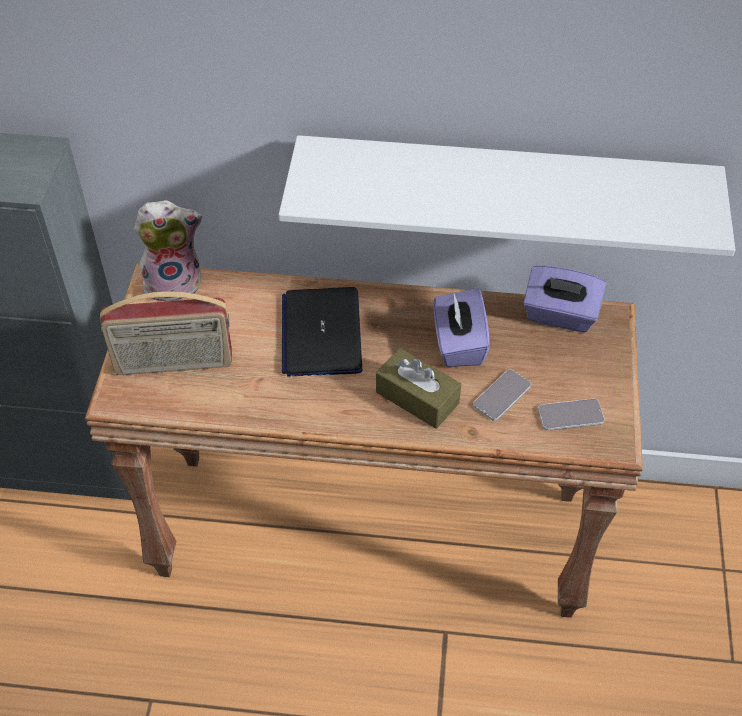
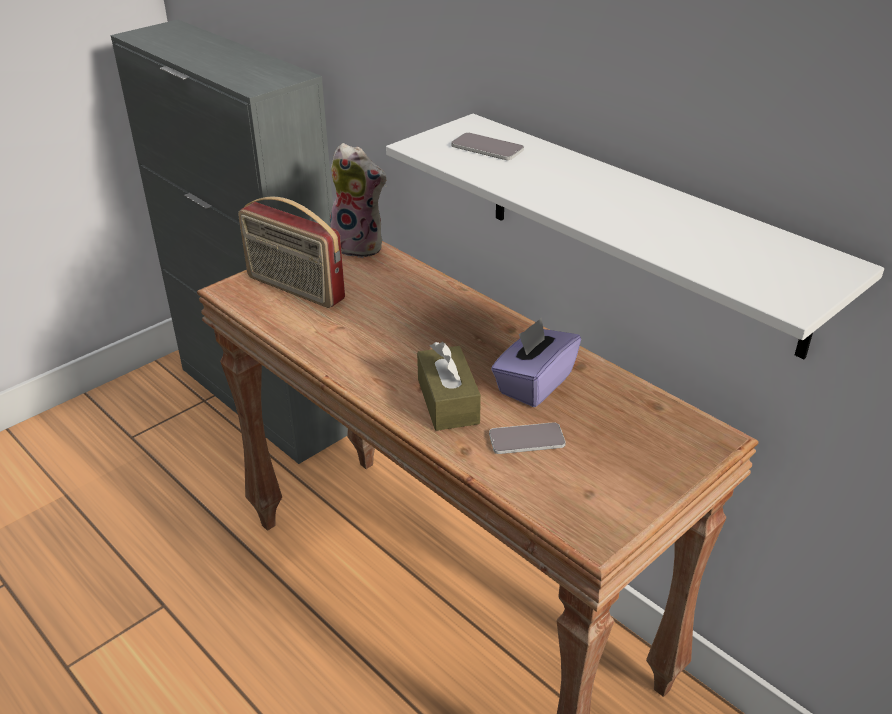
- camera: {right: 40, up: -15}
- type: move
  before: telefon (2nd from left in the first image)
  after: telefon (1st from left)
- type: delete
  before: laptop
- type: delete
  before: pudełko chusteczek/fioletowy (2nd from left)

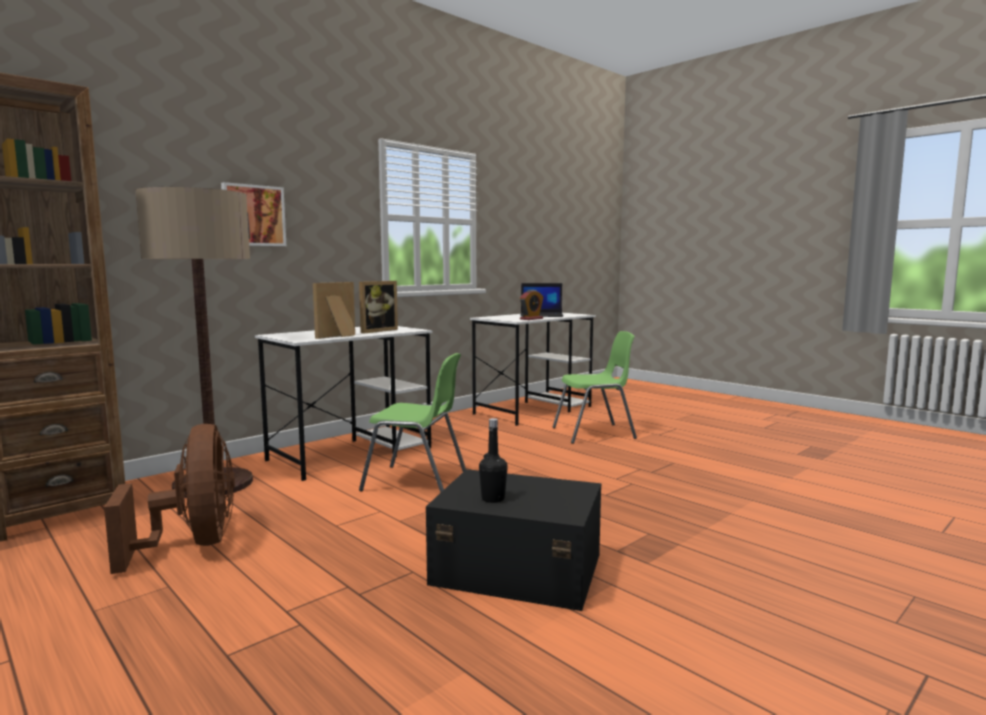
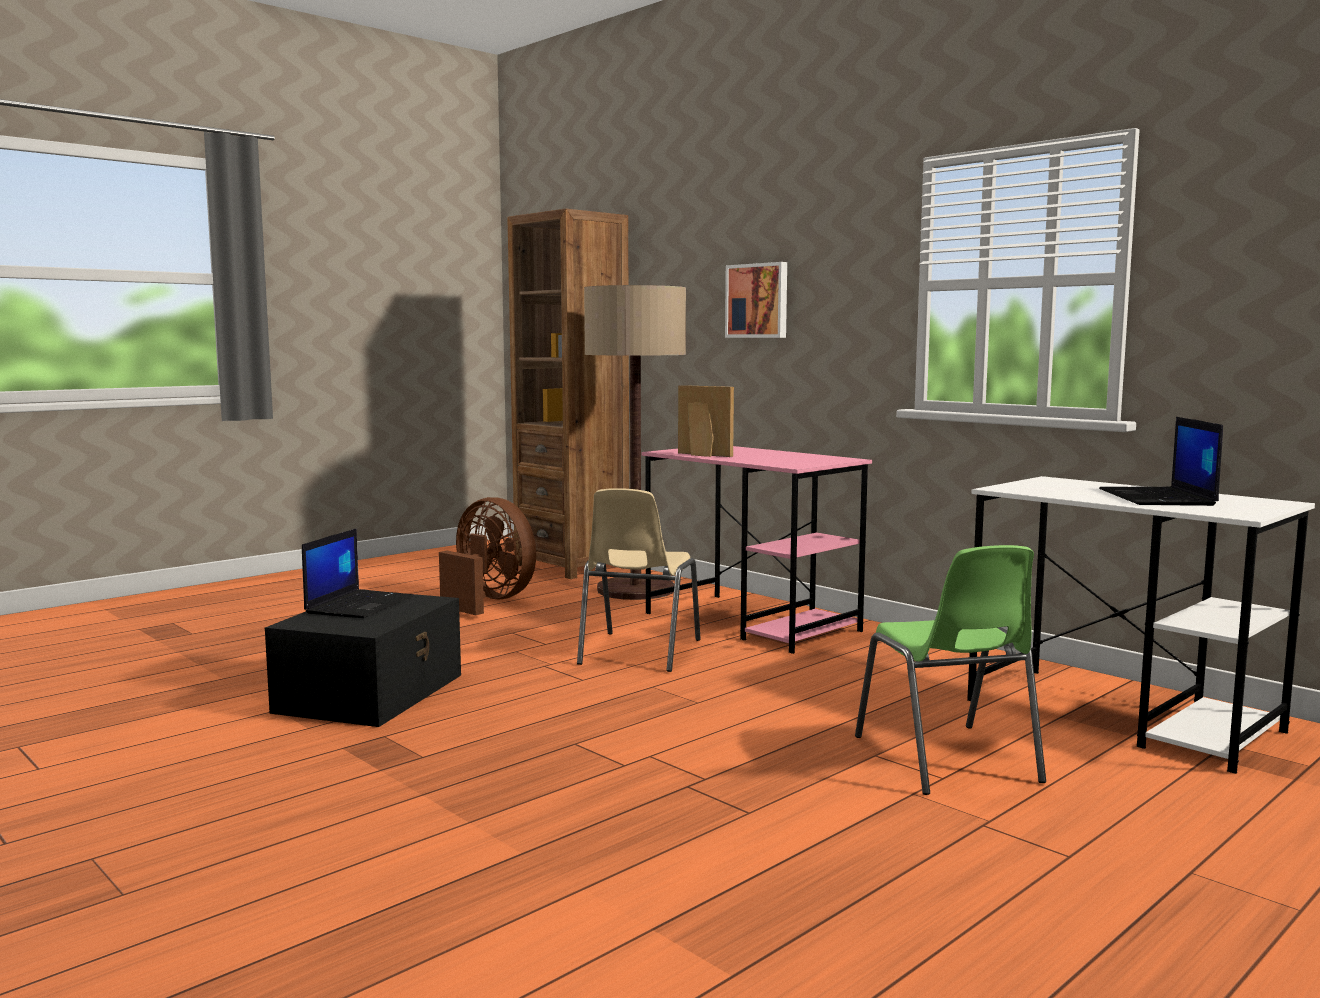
- camera: {right: 90, up: 0}
- type: replace
  before: butelka/czarny
  after: laptop (1st from left)
- type: rotate
  before: wentylator/brązowy
  turn: -120
- type: recolor
  before: krzesło/zielony (1st from left)
  after: krzesło/beżowy
- type: recolor
  before: biurko/biały (1st from left)
  after: biurko/różowy
- type: delete
  before: ramka na zdjęcie (2nd from left)
- type: delete
  before: budzik

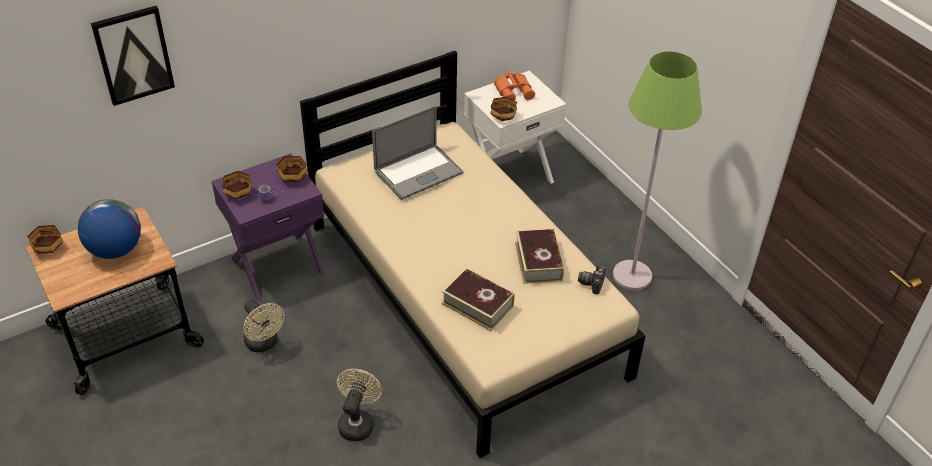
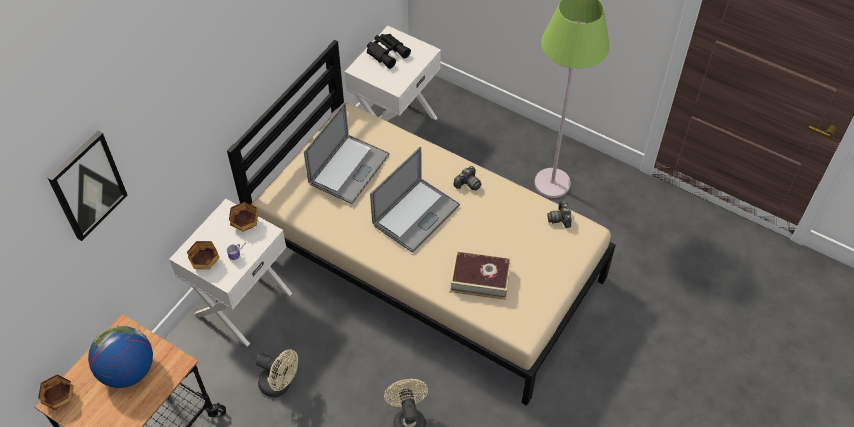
- camera: {right: -25, up: 10}
- type: recolor
  before: szafka nocna/fioletowy
  after: szafka nocna/biały (1st from left)
- type: recolor
  before: lornetka/pomarańczowy
  after: lornetka/czarny
- type: insert
  after: laptop (2nd from left)
- type: insert
  after: aparat fotograficzny (1st from left)
- type: delete
  before: miska (4th from left)
- type: delete
  before: książka (2nd from left)

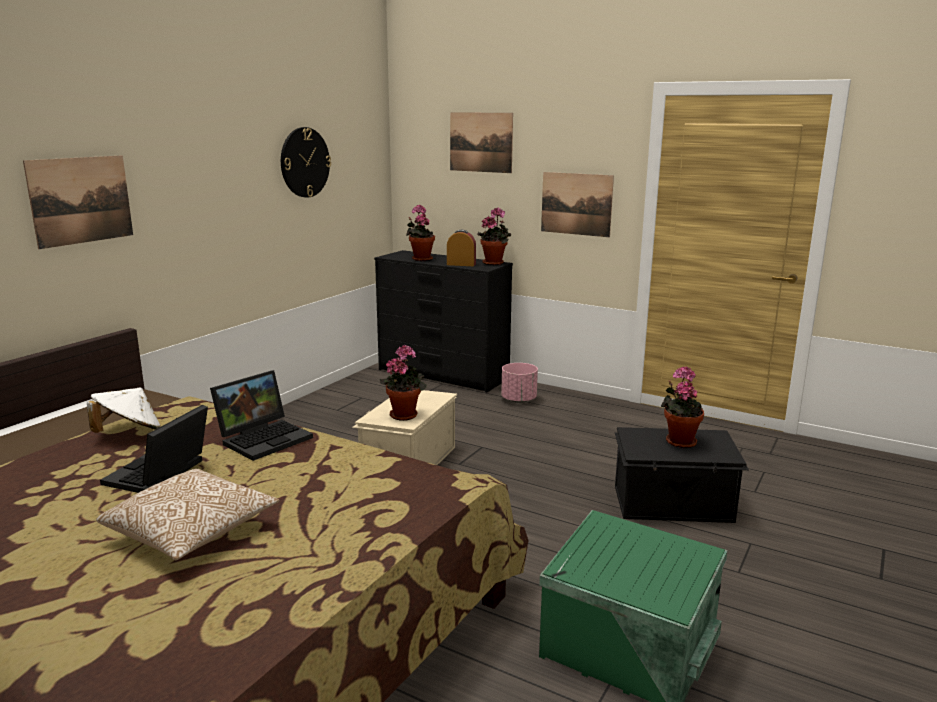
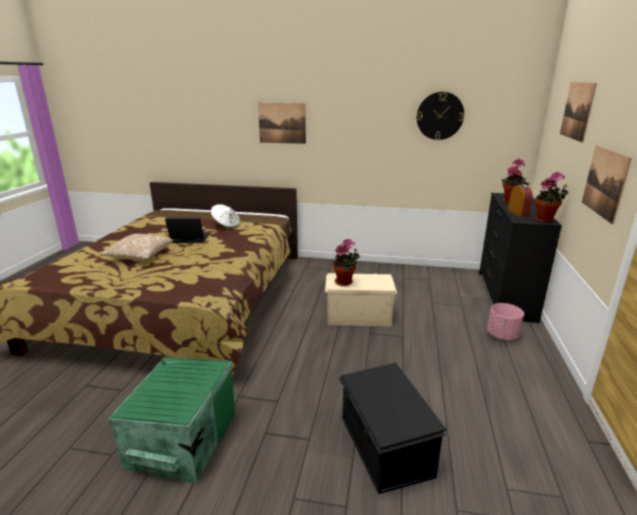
- camera: {right: 70, up: 5}
- type: delete
  before: laptop (2nd from left)
- type: delete
  before: roślina doniczkowa (4th from left)

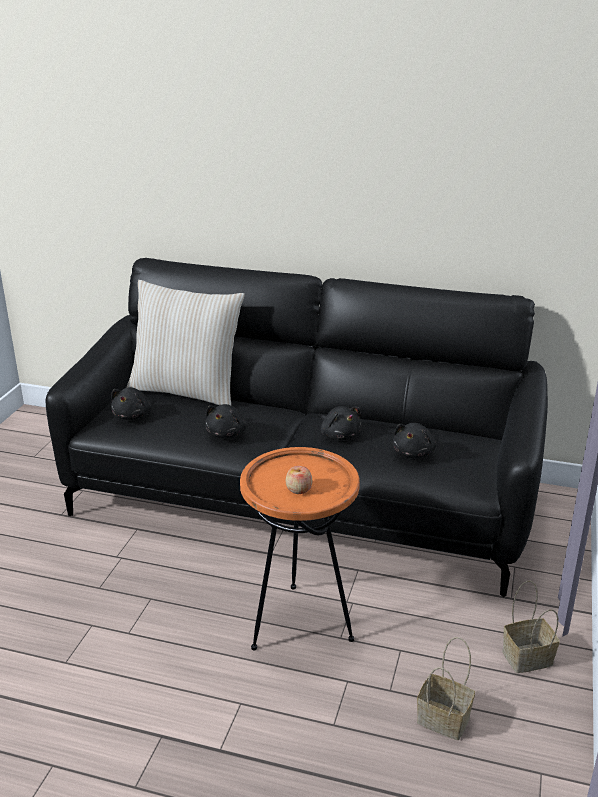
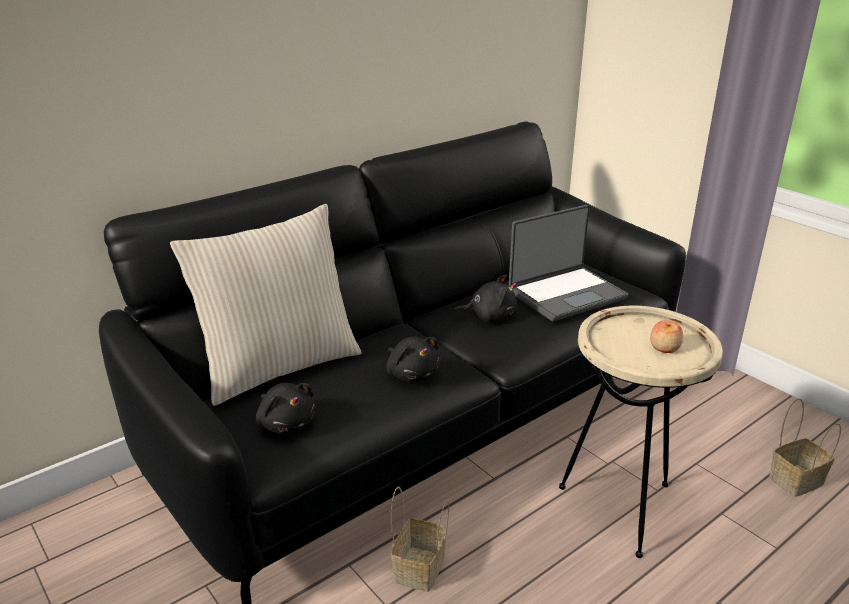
- camera: {right: -55, up: 0}
- type: move
  before: koszyk (2nd from left in the first image)
  after: koszyk (1st from left)
- type: replace
  before: pluszak/czarny (4th from left)
  after: laptop
- type: recolor
  before: stolik/pomarańczowy
  after: stolik/beżowy

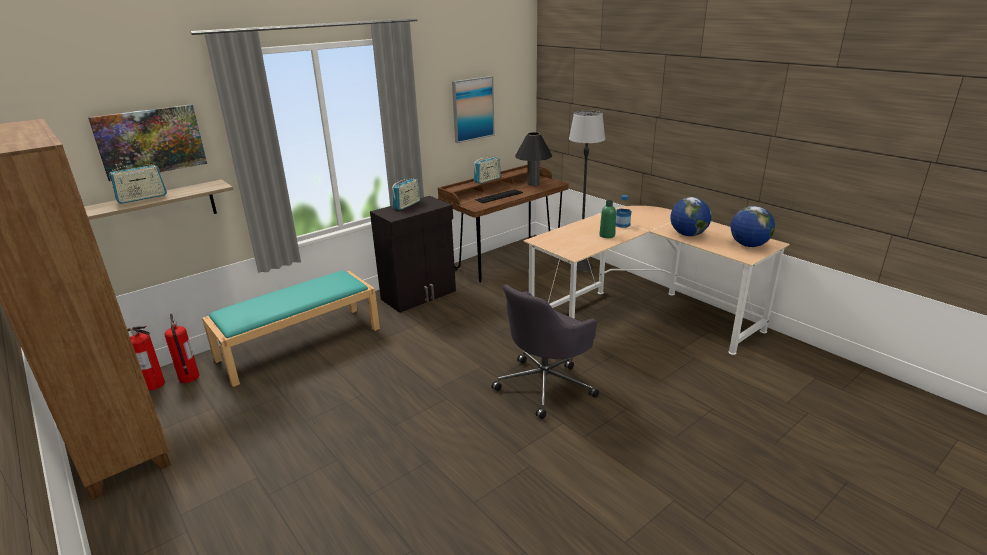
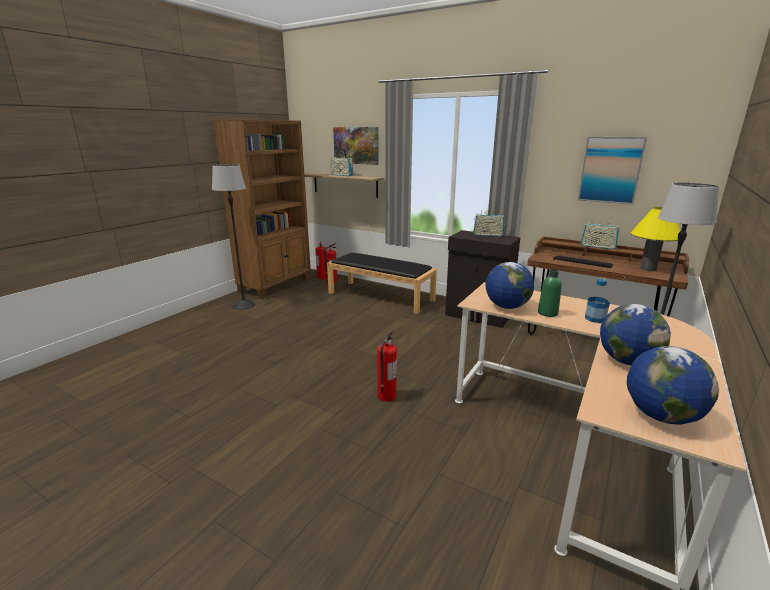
- camera: {right: 70, up: -5}
- type: insert
  after: lampa stojąca (1st from left)
- type: recolor
  before: ławka/turkusowy
  after: ławka/czarny
- type: replace
  before: krzesło biurowe/szary
  after: gaśnica (3rd from left)
- type: insert
  after: globus (1st from left)
- type: recolor
  before: lampa stołowa/czarny
  after: lampa stołowa/żółty

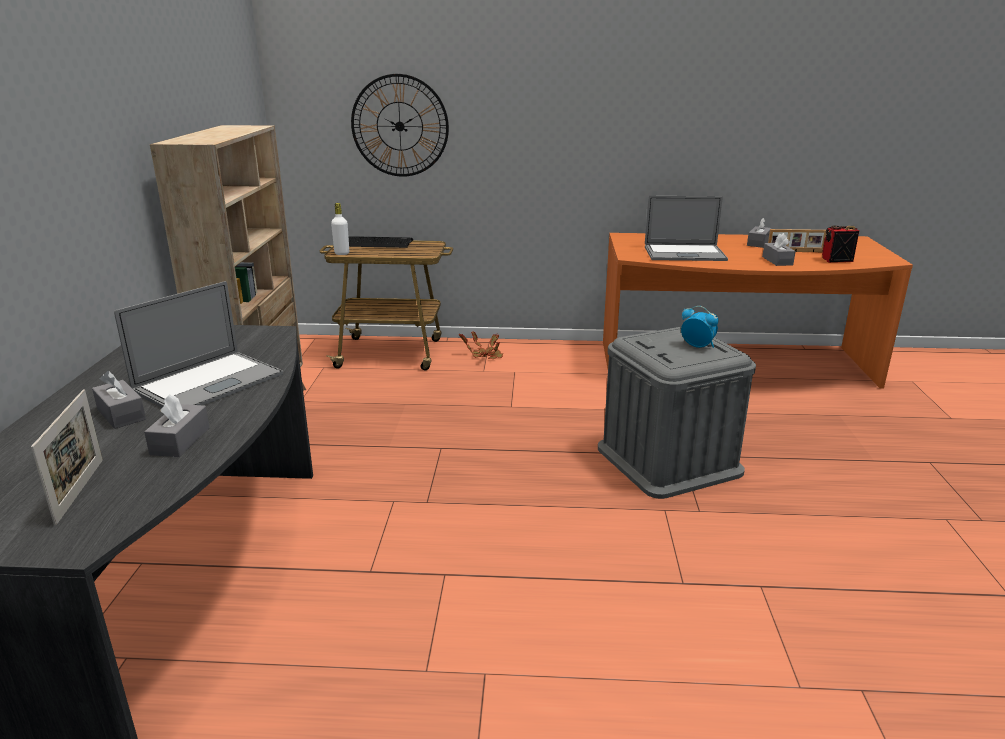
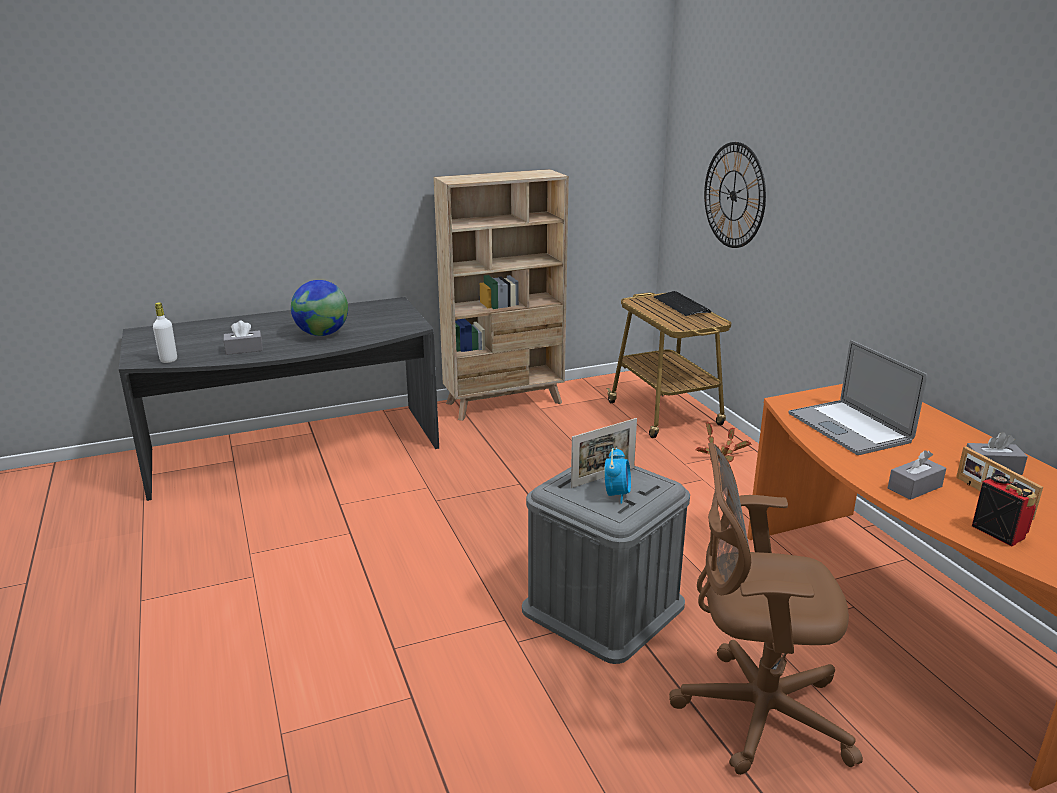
- camera: {right: 65, up: 0}
- type: move
  before: butelka/biały
- type: replace
  before: laptop (1st from left)
  after: globus
- type: move
  before: ramka na zdjęcie (1st from left)
- type: insert
  after: krzesło biurowe/brązowy
- type: delete
  before: pudełko chusteczek/szary (1st from left)

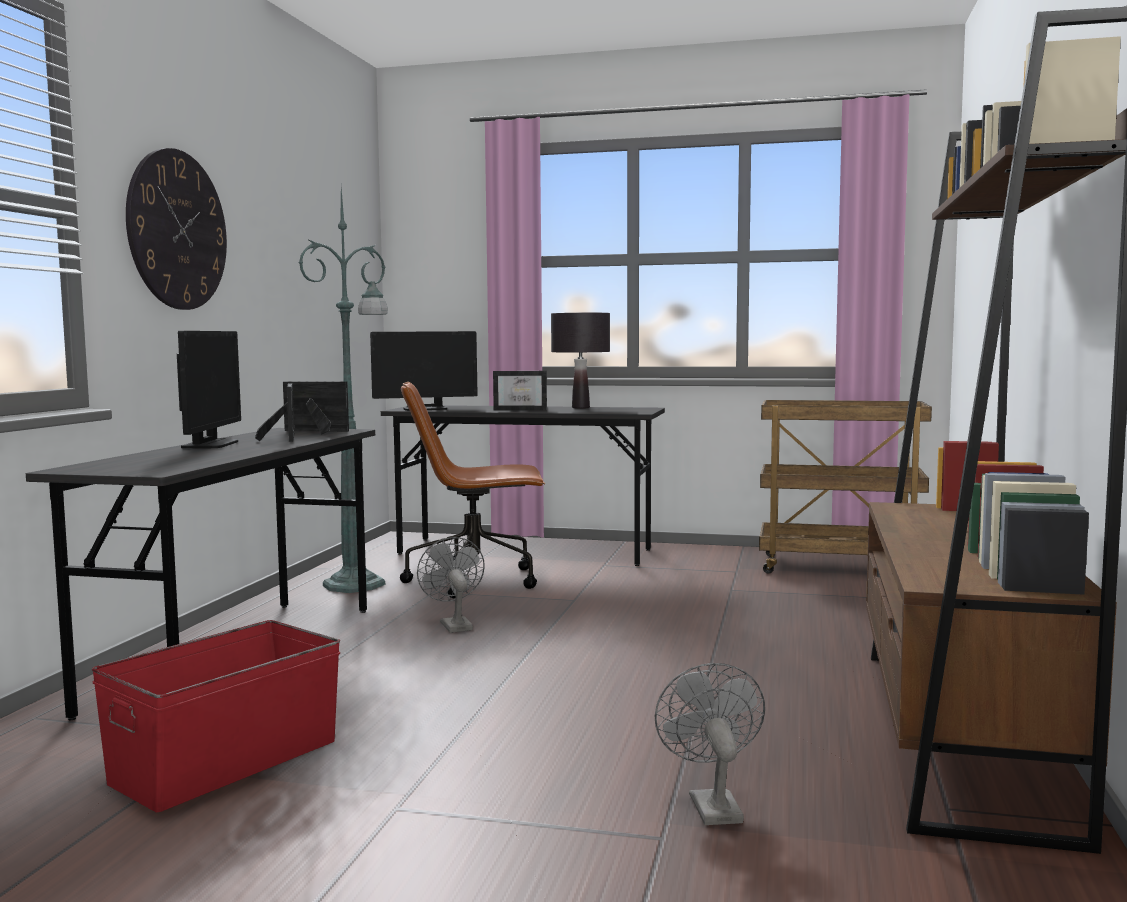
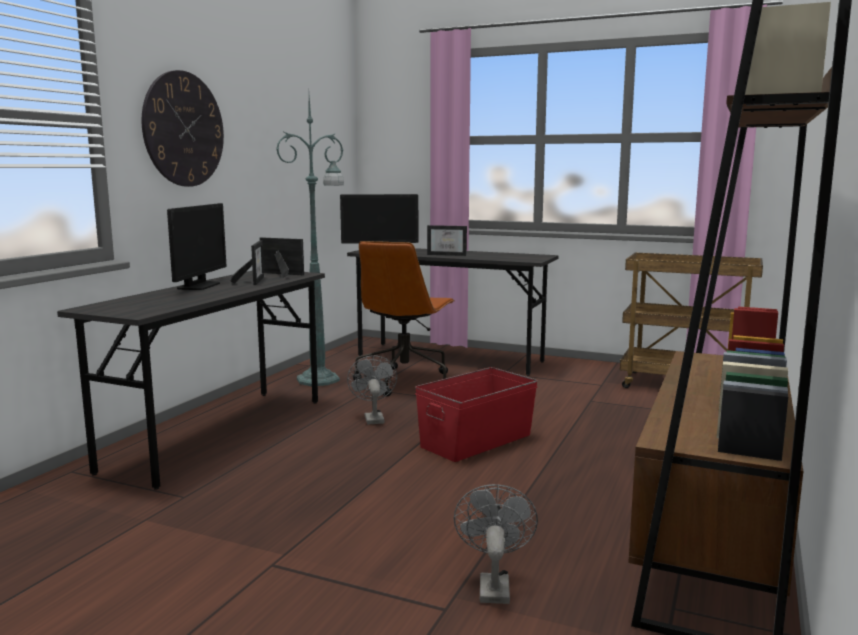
- camera: {right: 10, up: 5}
- type: rotate
  before: krzesło biurowe/brązowy
  turn: -75
- type: move
  before: pojemnik do przechowywania/czerwony
- type: delete
  before: lampa stołowa/czarny

